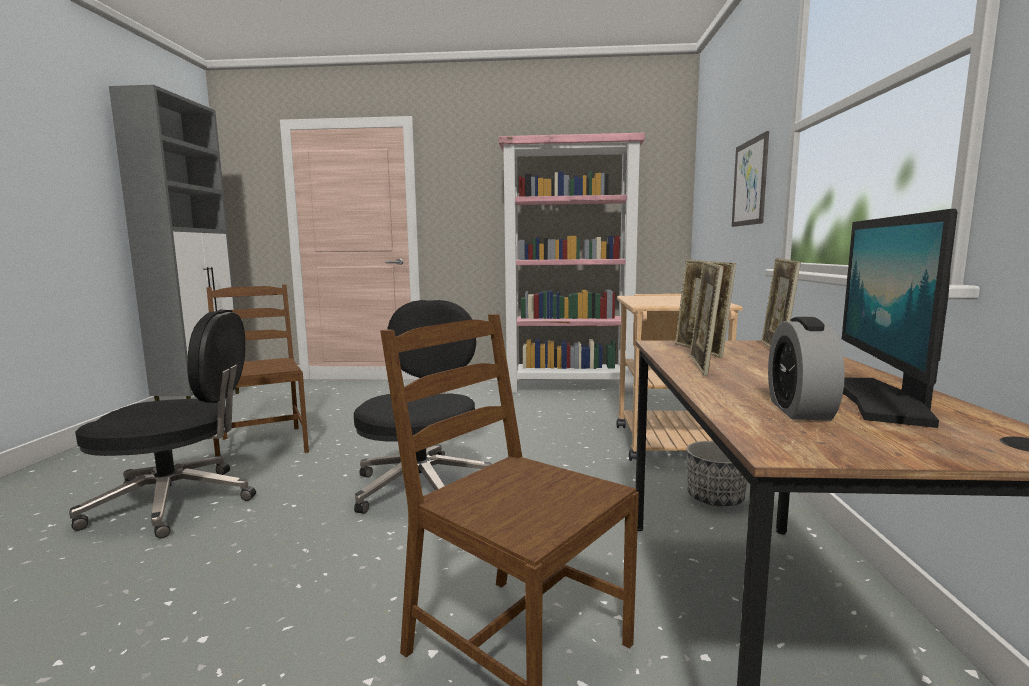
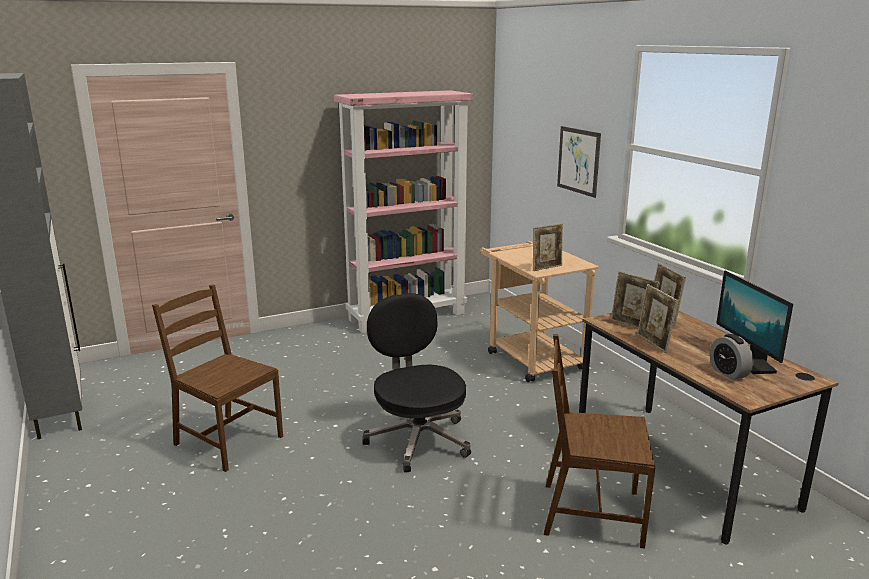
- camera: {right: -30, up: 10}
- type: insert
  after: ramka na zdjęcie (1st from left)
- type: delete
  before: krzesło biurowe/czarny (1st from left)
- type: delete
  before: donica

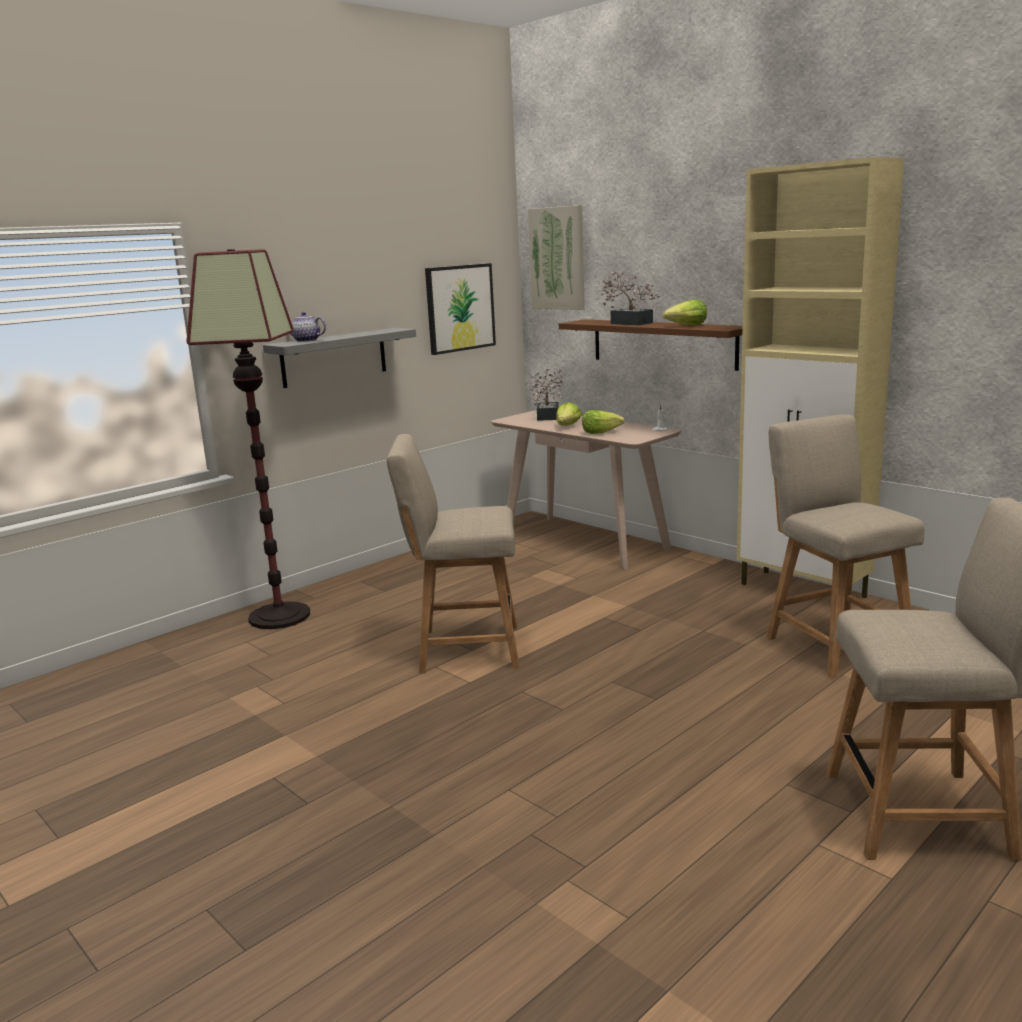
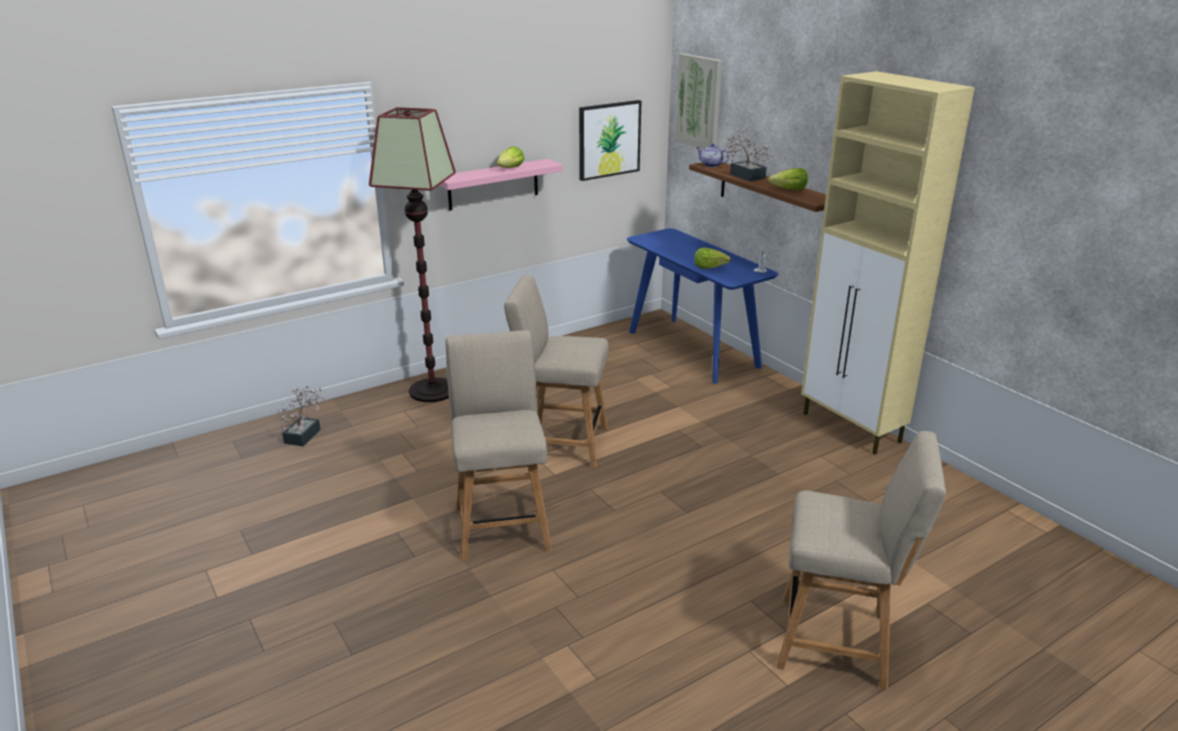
- camera: {right: 10, up: 10}
- type: move
  before: roślina doniczkowa (1st from left)
- type: recolor
  before: półka/szary
  after: półka/różowy
- type: move
  before: krzesło/beżowy (2nd from left in the first image)
  after: krzesło/beżowy (1st from left)
- type: move
  before: sałata (1st from left)
- type: recolor
  before: stolik konsolowy/beżowy
  after: stolik konsolowy/niebieski
- type: move
  before: imbryk

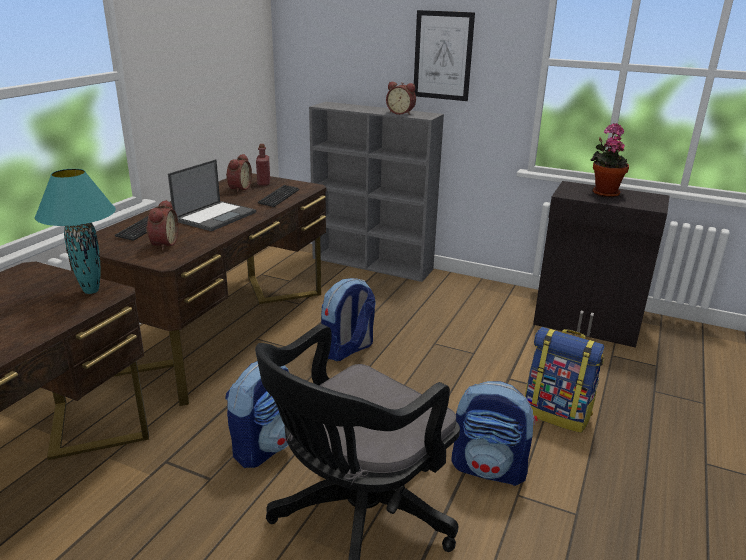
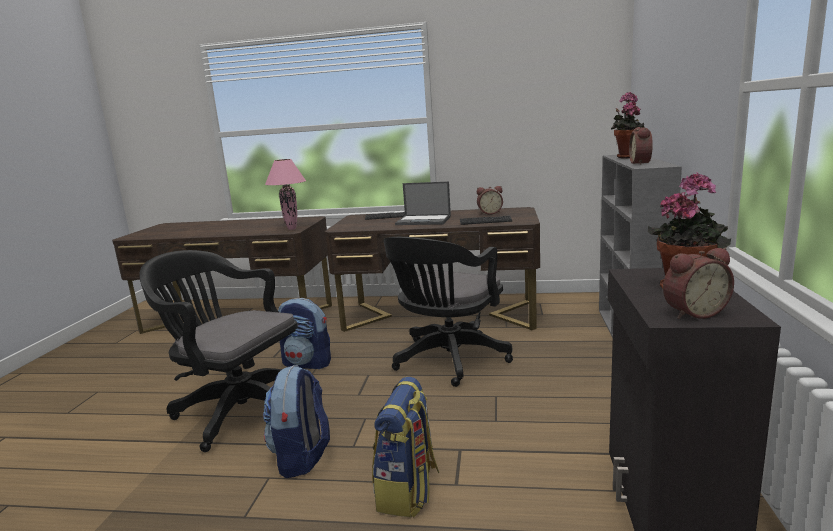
- camera: {right: 75, up: -10}
- type: recolor
  before: lampa stołowa/turkusowy
  after: lampa stołowa/różowy
- type: replace
  before: plecak (2nd from left)
  after: krzesło biurowe/czarny (2nd from left)
- type: insert
  after: roślina doniczkowa (1st from left)
- type: move
  before: budzik (1st from left in the first image)
  after: budzik (3rd from left)
- type: delete
  before: butelka/czerwony
- type: delete
  before: obraz

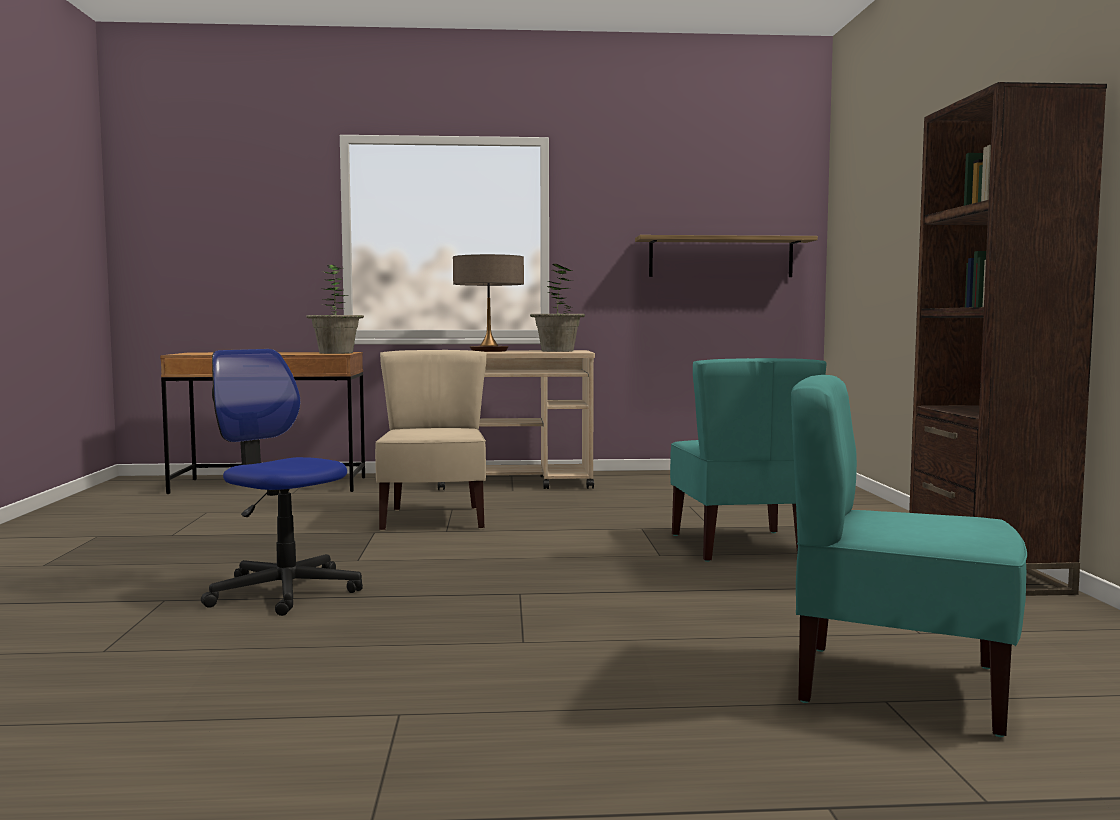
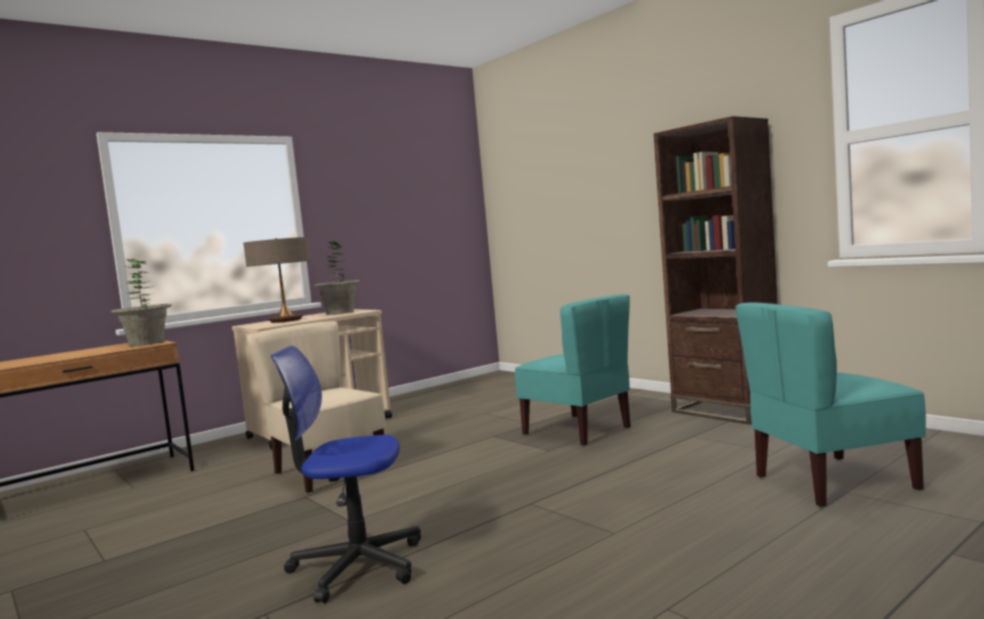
- camera: {right: -35, up: 0}
- type: delete
  before: półka

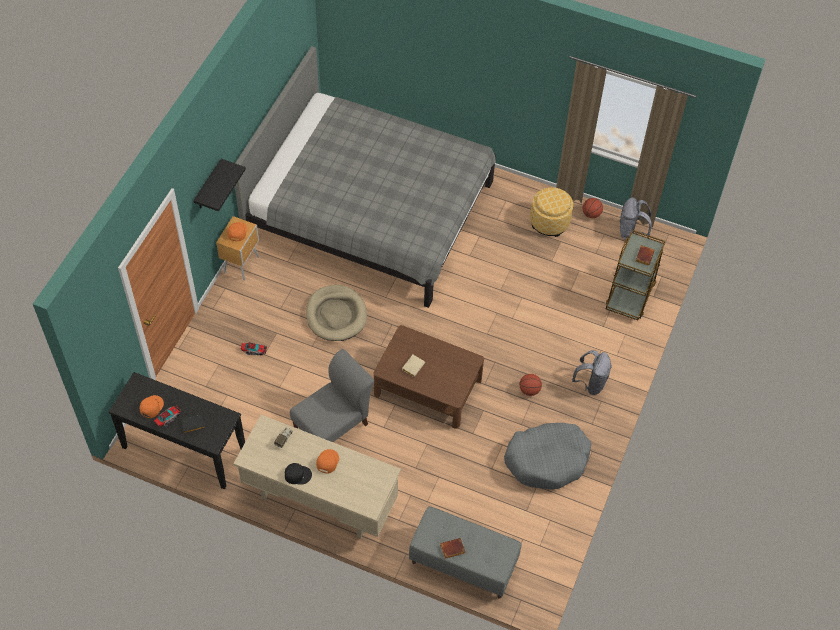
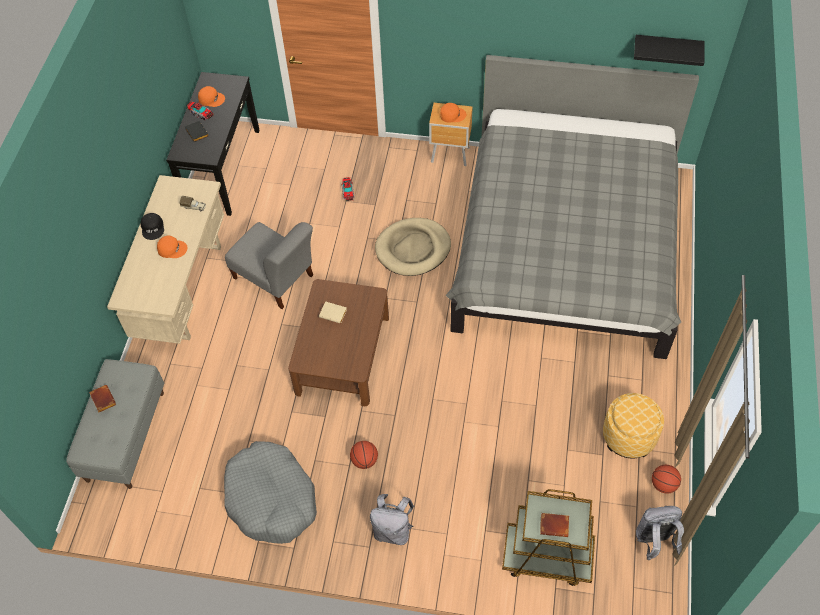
- camera: {right: 80, up: 0}
- type: move
  before: półka/czarny

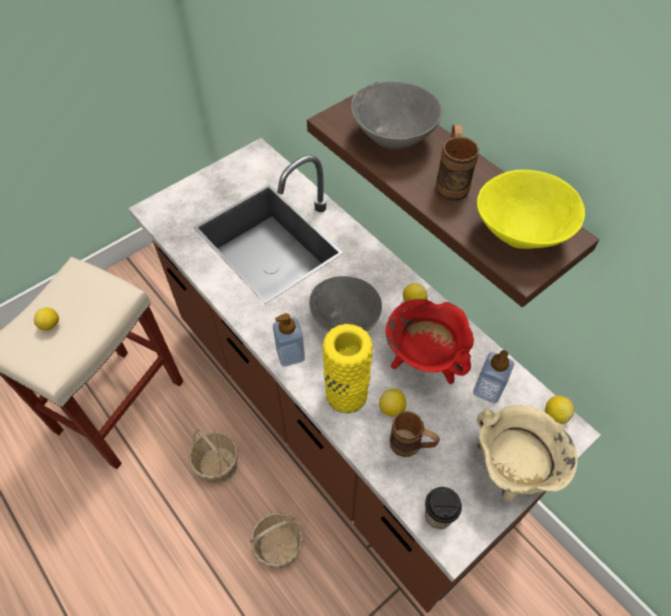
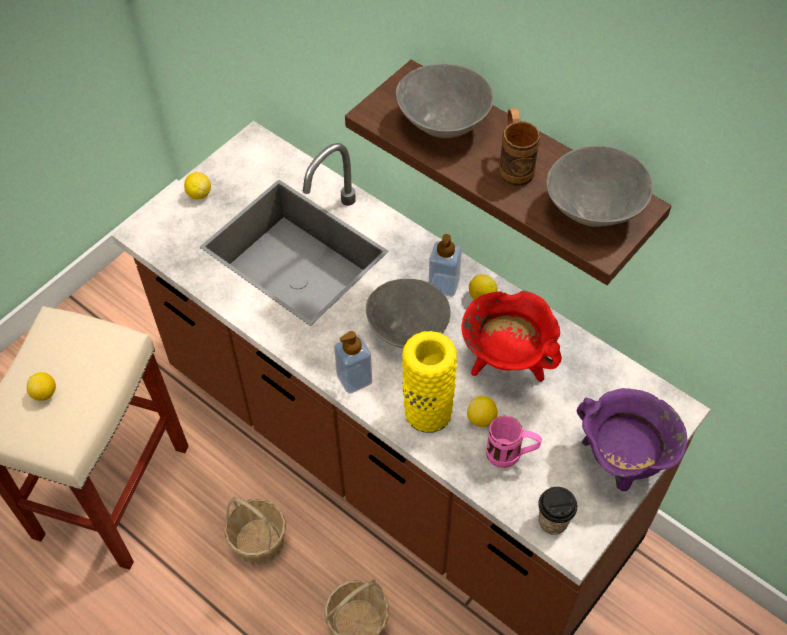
- camera: {right: -10, up: 0}
- type: move
  before: cytryna (4th from left in the first image)
  after: cytryna (2nd from left)
- type: move
  before: dozownik mydła (2nd from left)
- type: recolor
  before: kubek/brązowy (1st from left)
  after: kubek/różowy
- type: recolor
  before: miska/żółty
  after: miska/szary (3rd from left)
- type: recolor
  before: garnek/beżowy
  after: garnek/fioletowy

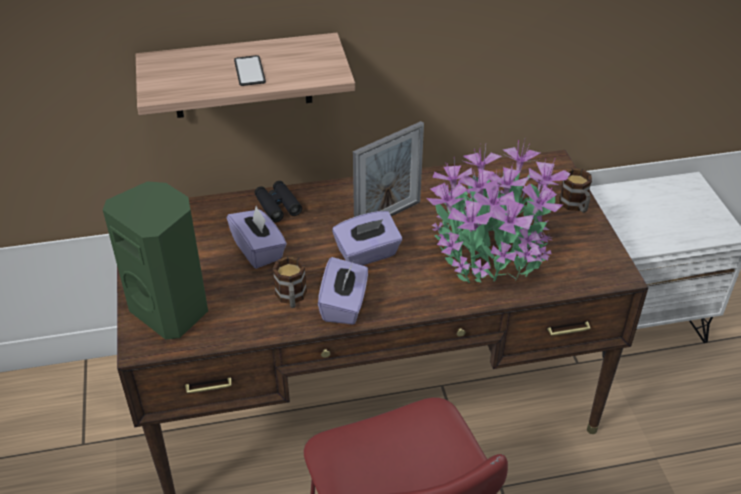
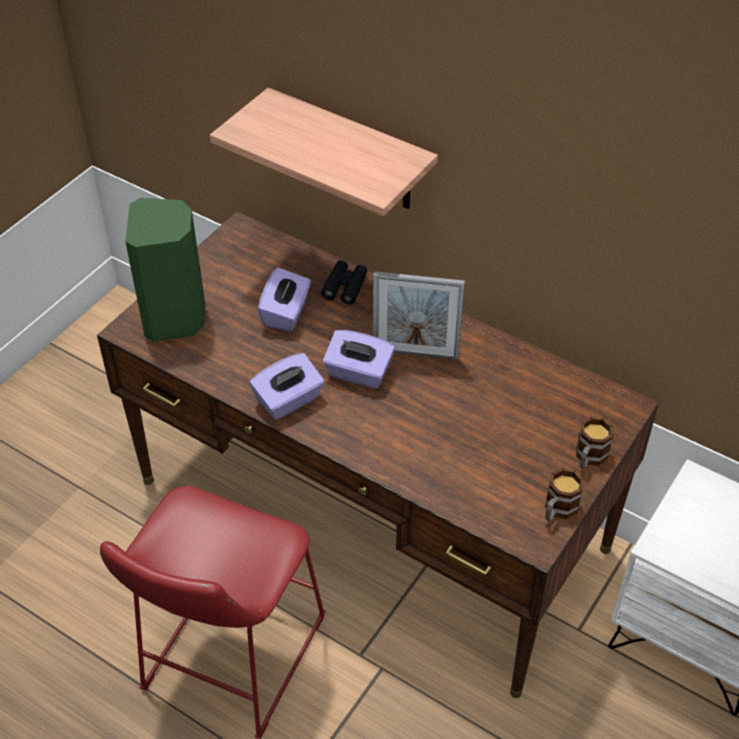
- camera: {right: 45, up: 5}
- type: move
  before: kubek (1st from left)
- type: delete
  before: telefon
- type: delete
  before: roślina doniczkowa

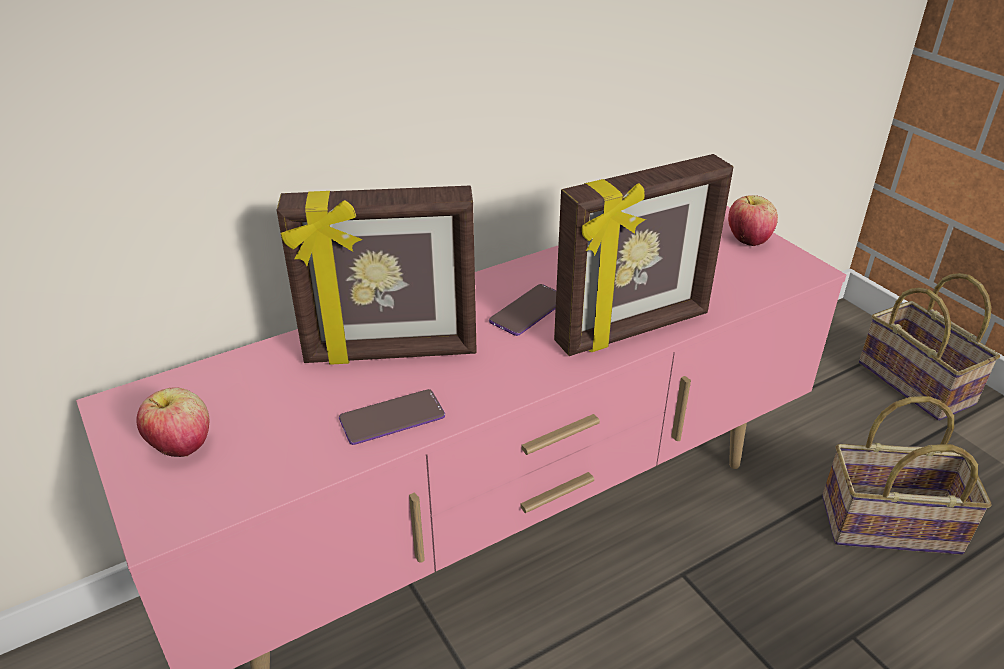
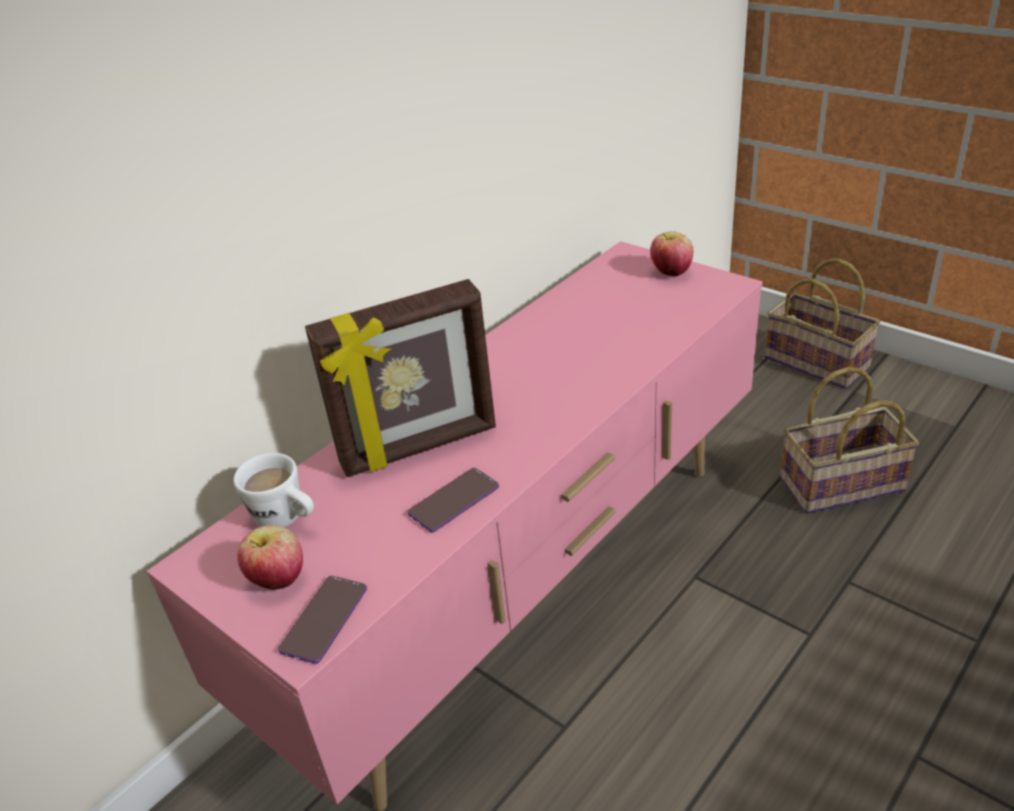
- camera: {right: -15, up: 0}
- type: insert
  after: kubek/biały
- type: move
  before: telefon (2nd from left in the first image)
  after: telefon (1st from left)
- type: delete
  before: ramka na zdjęcie (2nd from left)

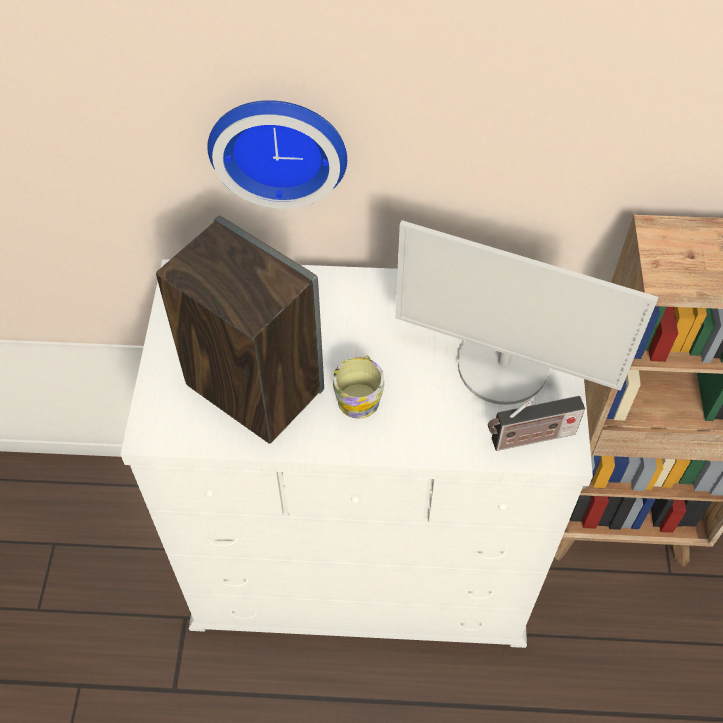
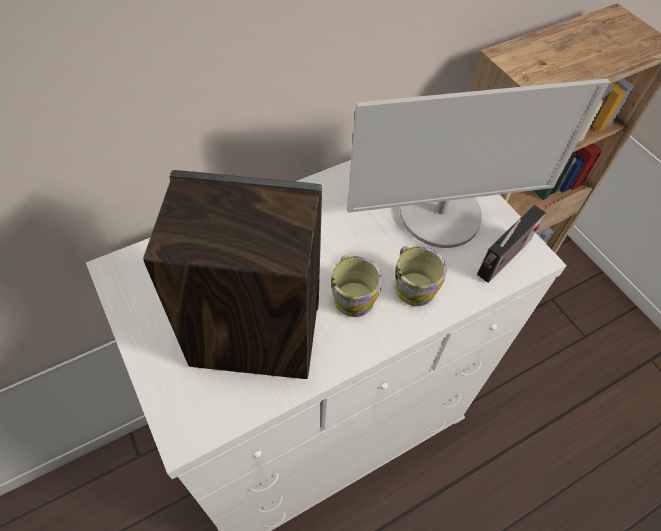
- camera: {right: -35, up: 0}
- type: insert
  after: kubek (2nd from left)
- type: delete
  before: zegar ścienny

